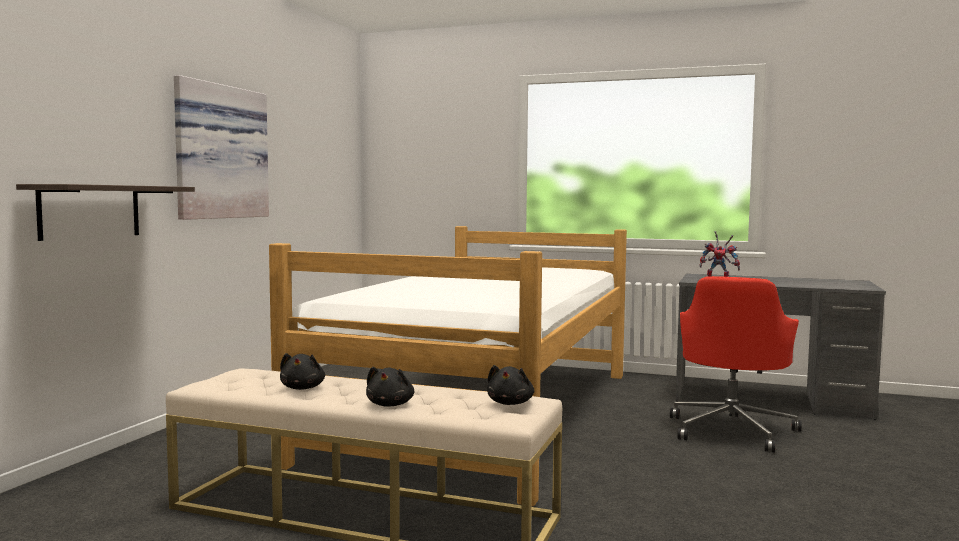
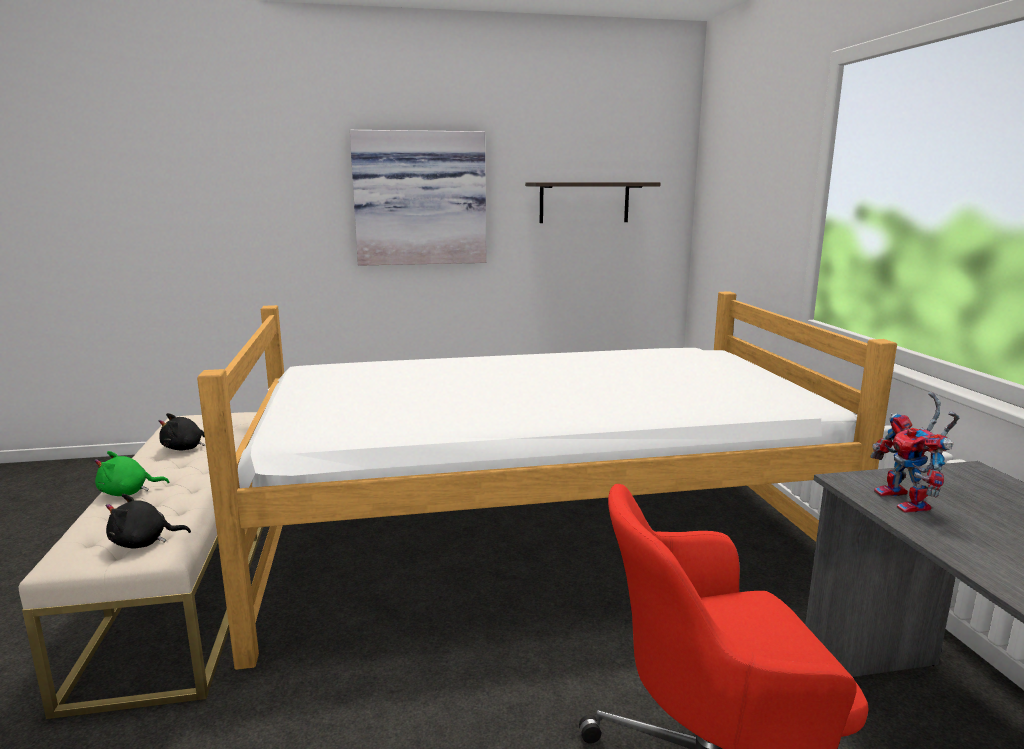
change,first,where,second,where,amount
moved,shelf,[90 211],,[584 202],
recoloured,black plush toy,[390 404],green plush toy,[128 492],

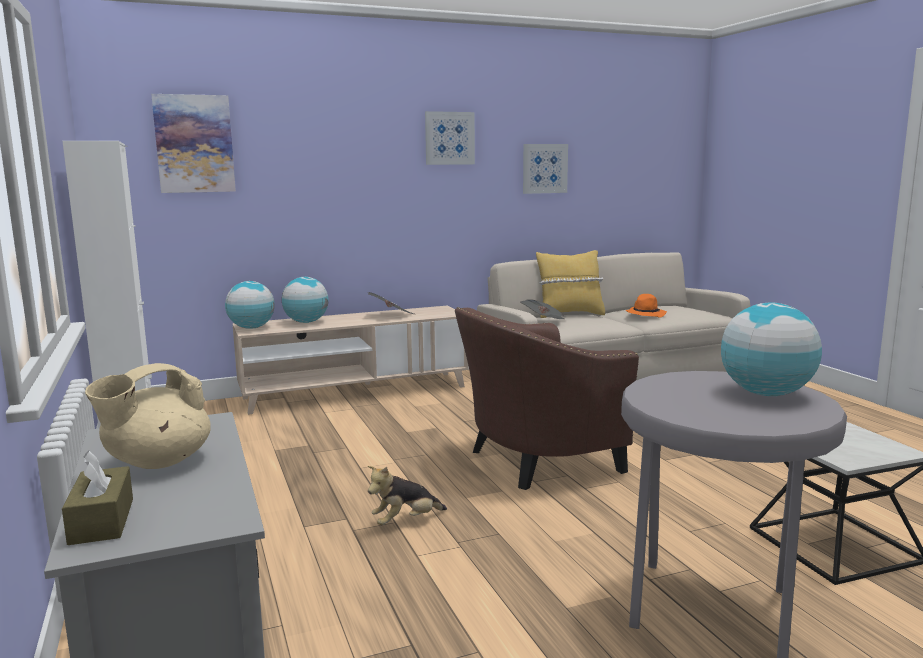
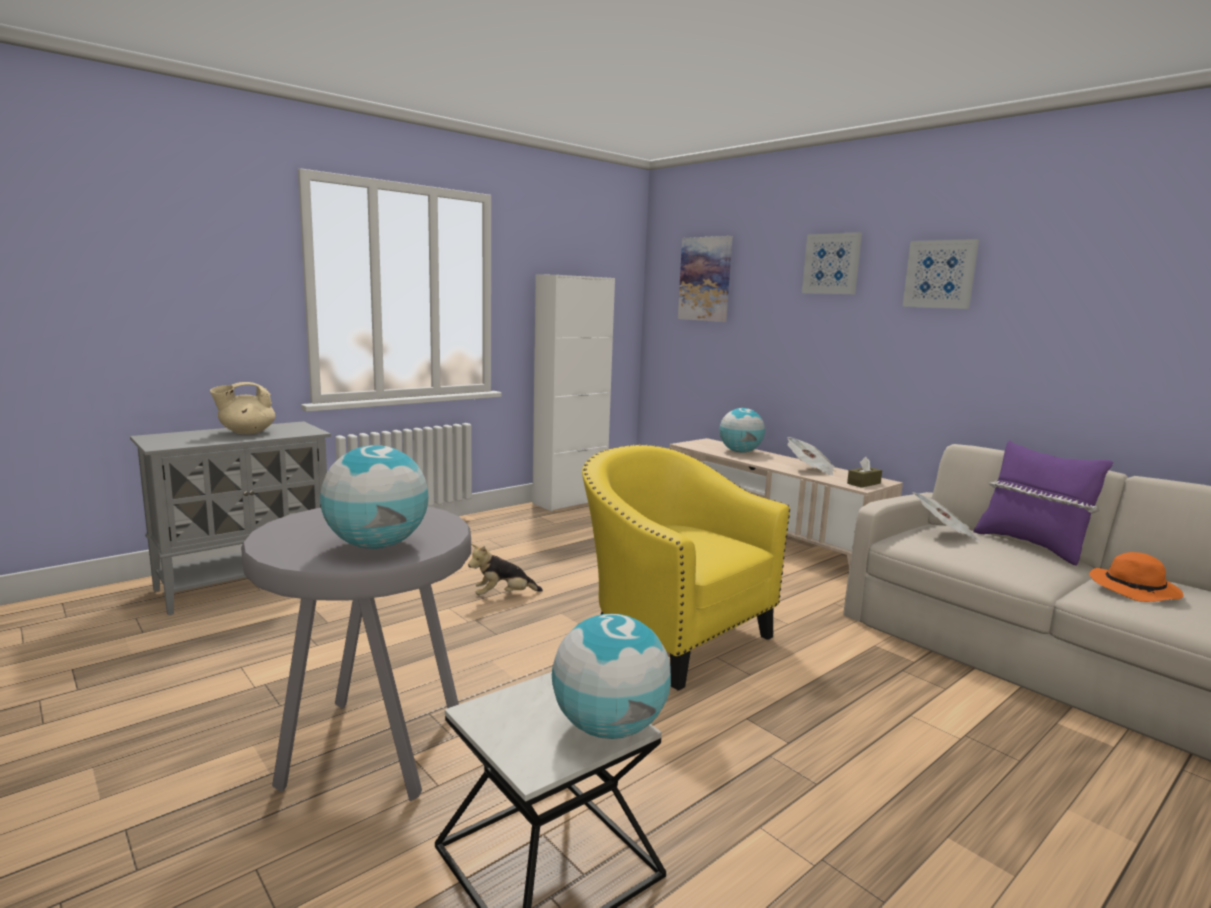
change,first,where,second,where,amount
moved,brown tissue box,[102 521],,[863 483],
moved,globe,[251 328],,[608 727],
moved,picture,[544 168],,[832 264],
recoloured,brown armchair,[535 461],yellow armchair,[670 636],
recoloured,yellow pillow,[569 314],purple pillow,[1031 546],
turned,beige teapot,[157 462],,[246 432],60 degrees counterclockwise
turned,plush toy,[405 521],,[503 596],60 degrees counterclockwise

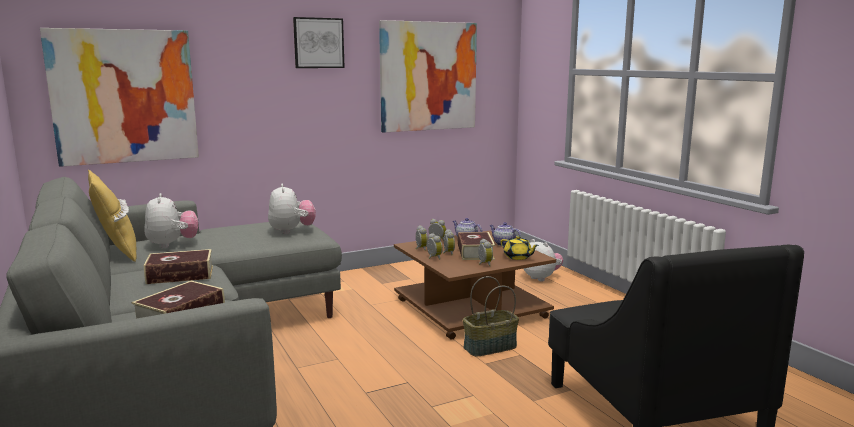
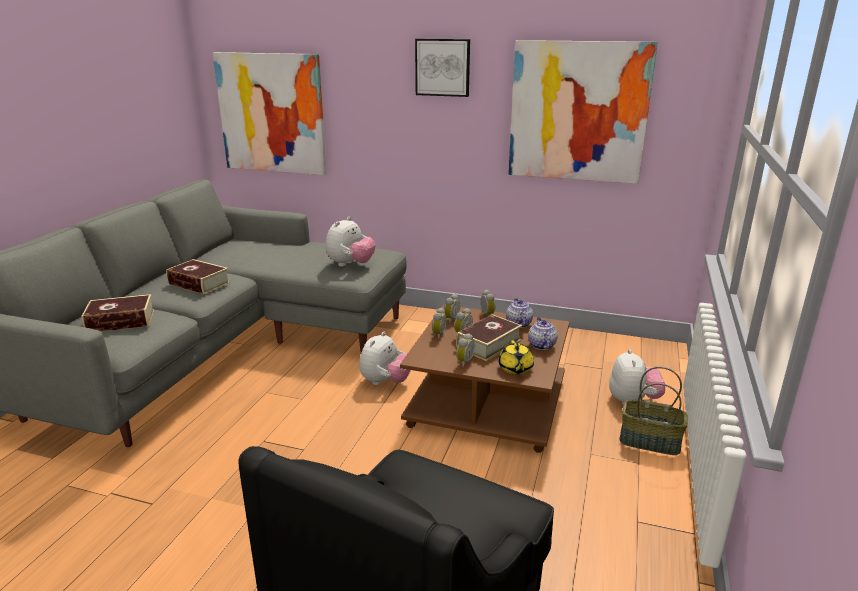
change,first,where,second,where,amount
removed,yellow pillow,[116 252],,,
moved,plush toy,[172 245],,[385 382],
moved,basket,[490 347],,[649 442],

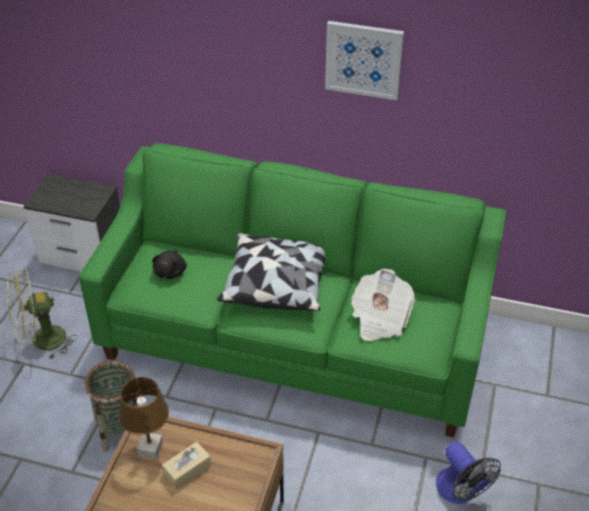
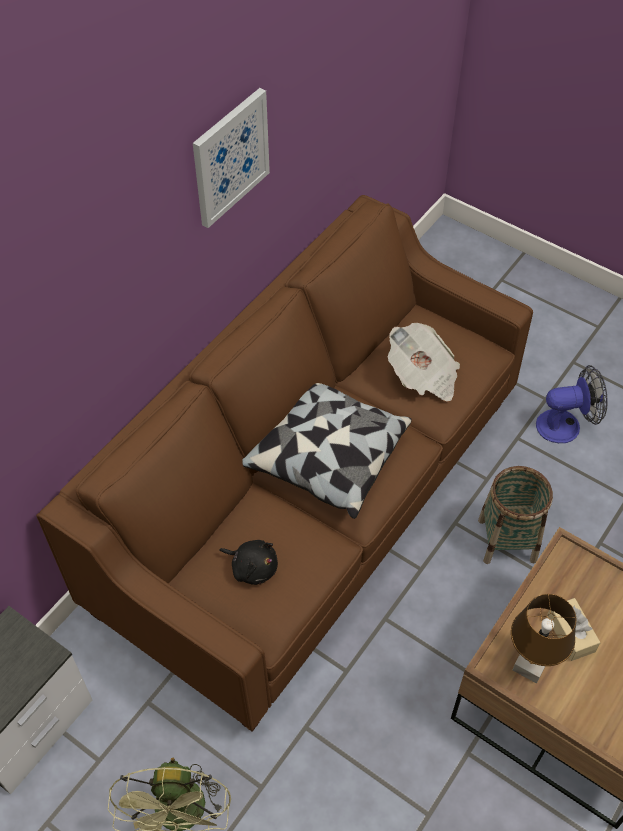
change,first,where,second,where,amount
moved,basket,[121 428],,[507 540],
recoloured,green sofa,[295 339],brown sofa,[311 502],

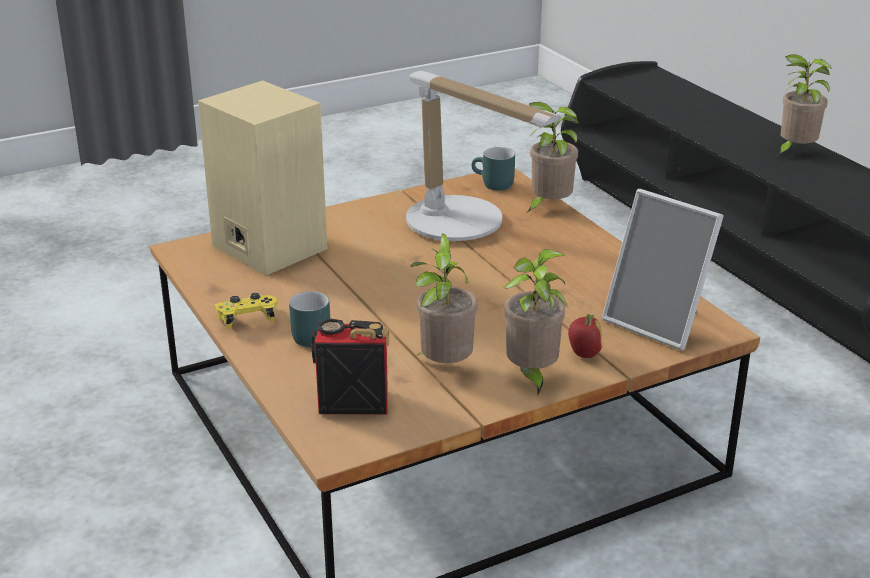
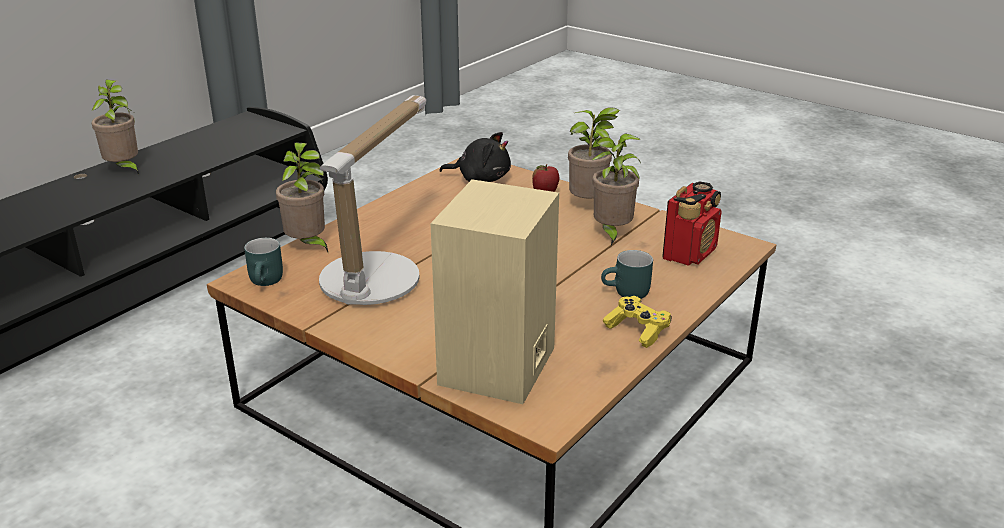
change,first,where,second,where,amount
replaced,picture frame,[659 323],black plush toy,[481 179],
turned,radio,[352 402],,[690 253],120 degrees counterclockwise

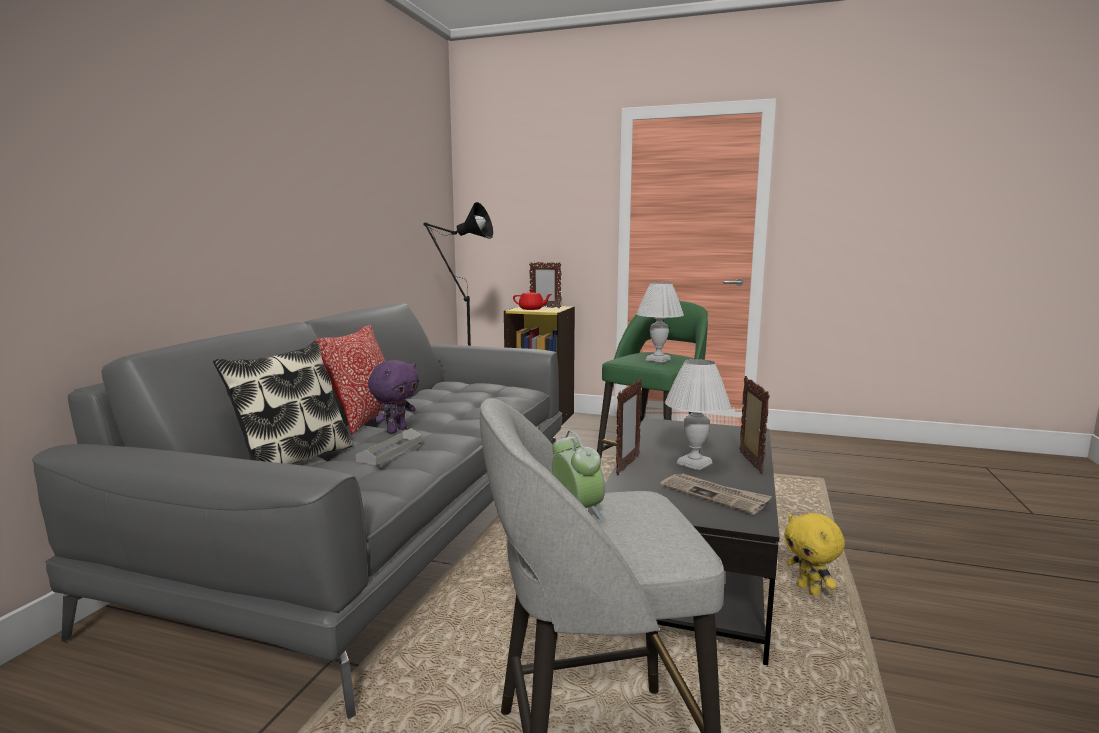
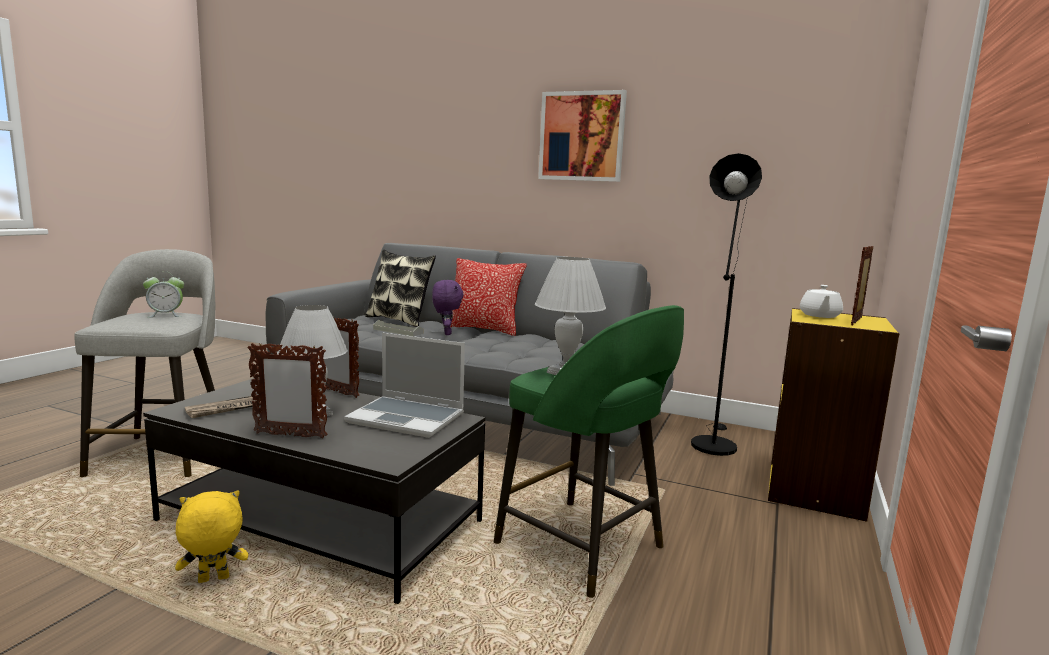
change,first,where,second,where,amount
added,,,laptop,[408 418],
added,,,picture,[582 136],
recoloured,red teapot,[532 309],white teapot,[819 316],
turned,purple plush toy,[396 430],,[446 333],135 degrees counterclockwise

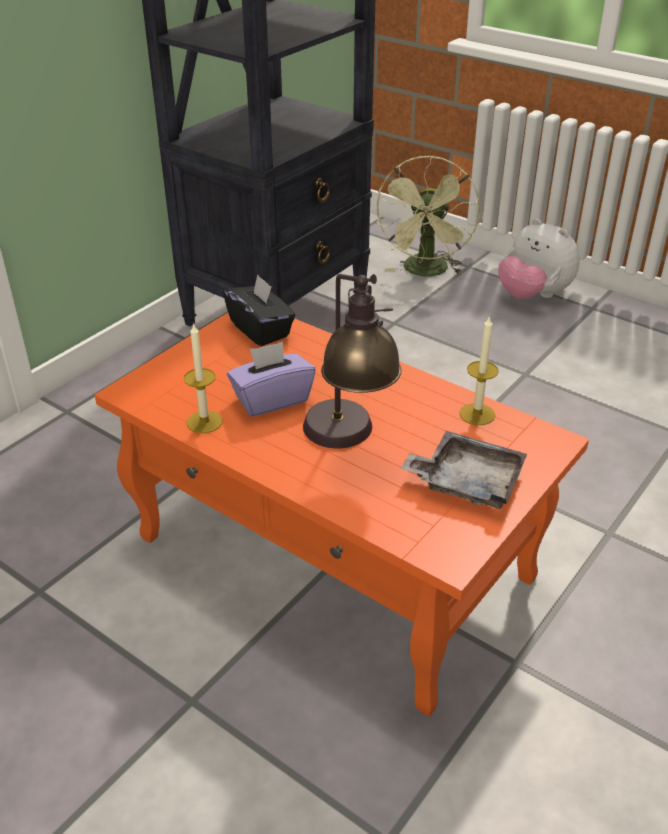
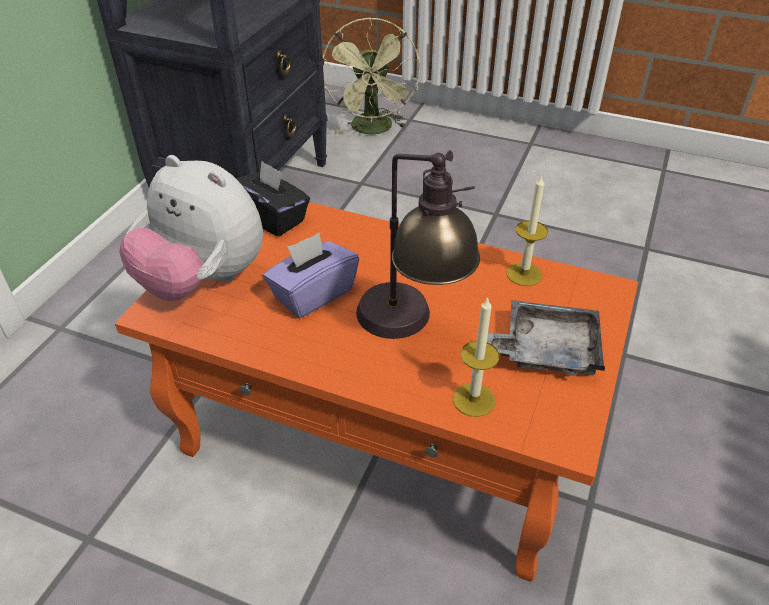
change,first,where,second,where,amount
moved,candle,[204 422],,[474 399],
moved,plush toy,[533 296],,[203 281],

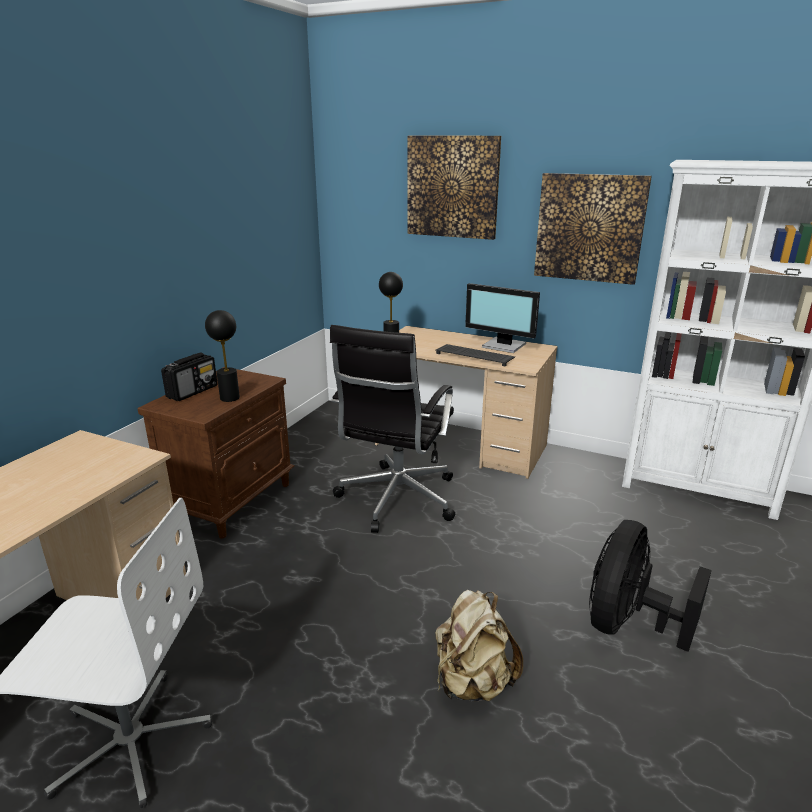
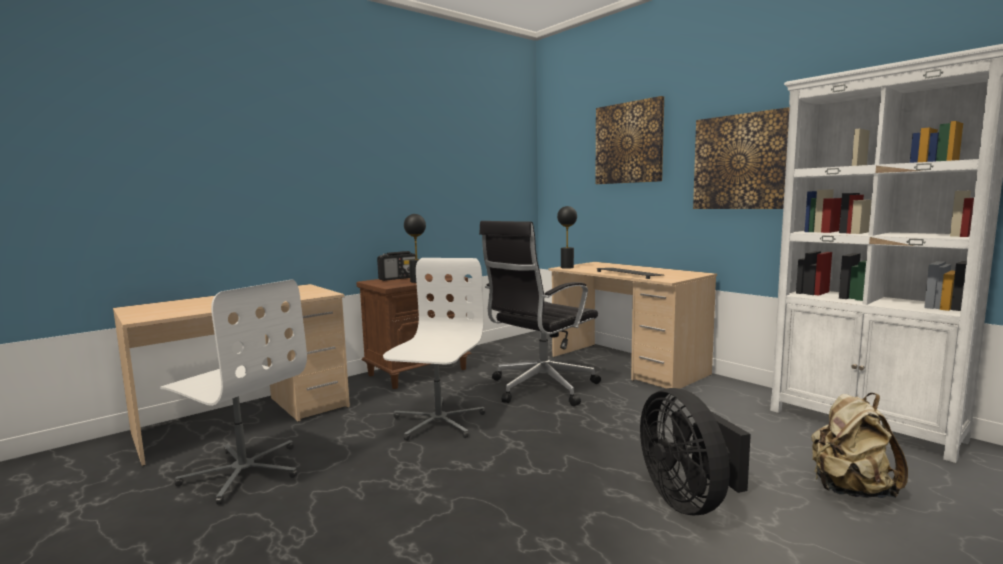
change,first,where,second,where,amount
removed,monitor,[503 346],,,
added,,,white office chair,[437 422],
moved,beige backpack,[472 682],,[850 490],
turned,black fan,[628 624],,[689 500],75 degrees counterclockwise

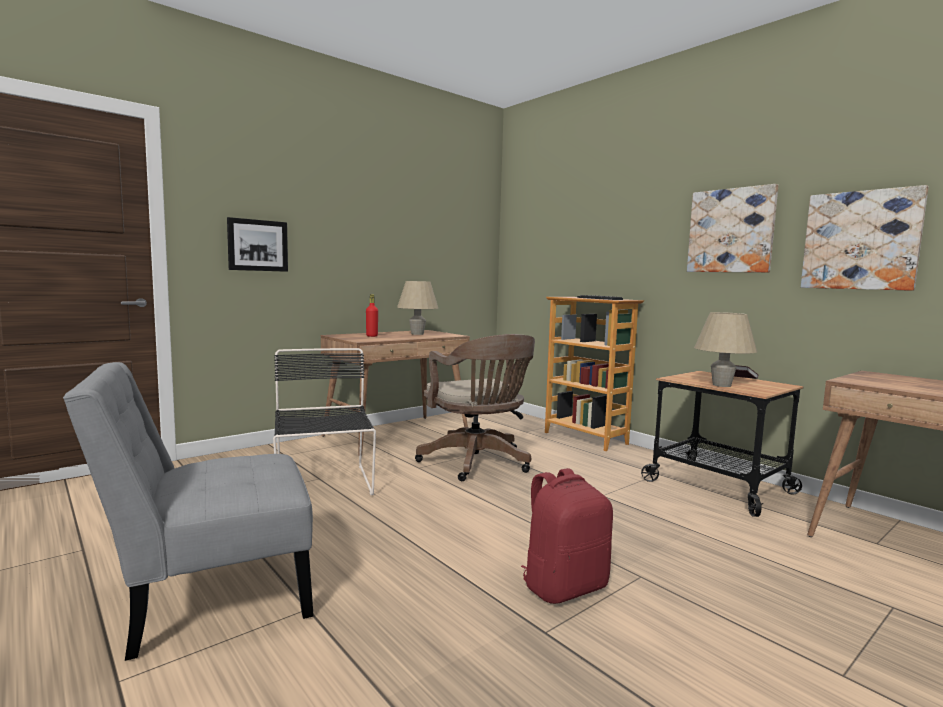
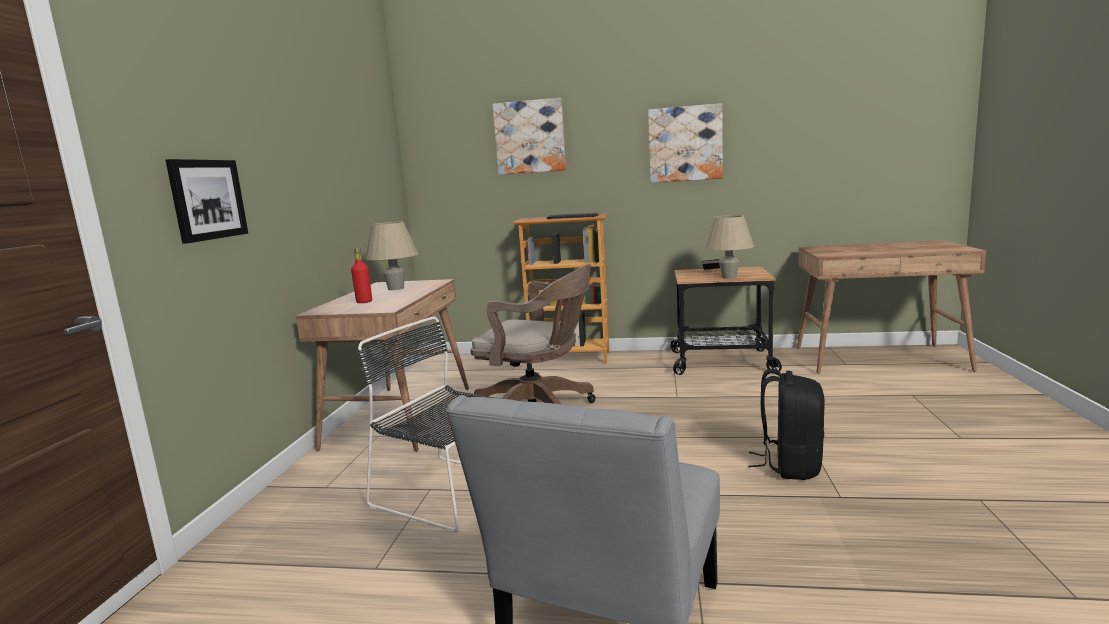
change,first,where,second,where,amount
moved,picture,[861 240],,[530 137],
recoloured,red backpack,[564 586],black backpack,[789 465],

